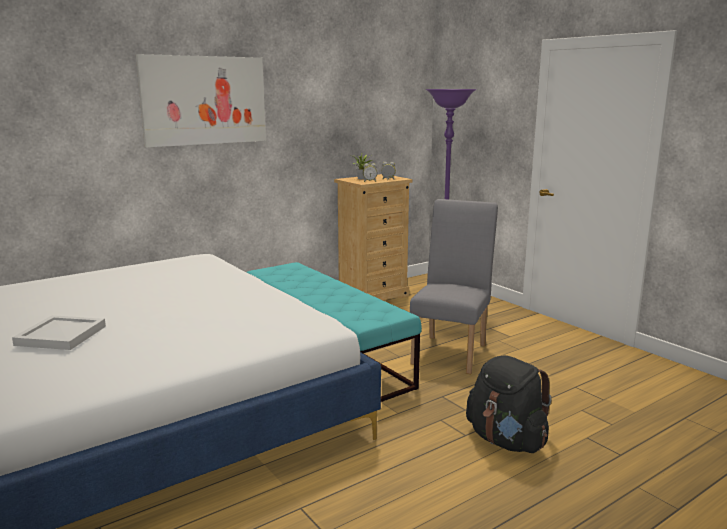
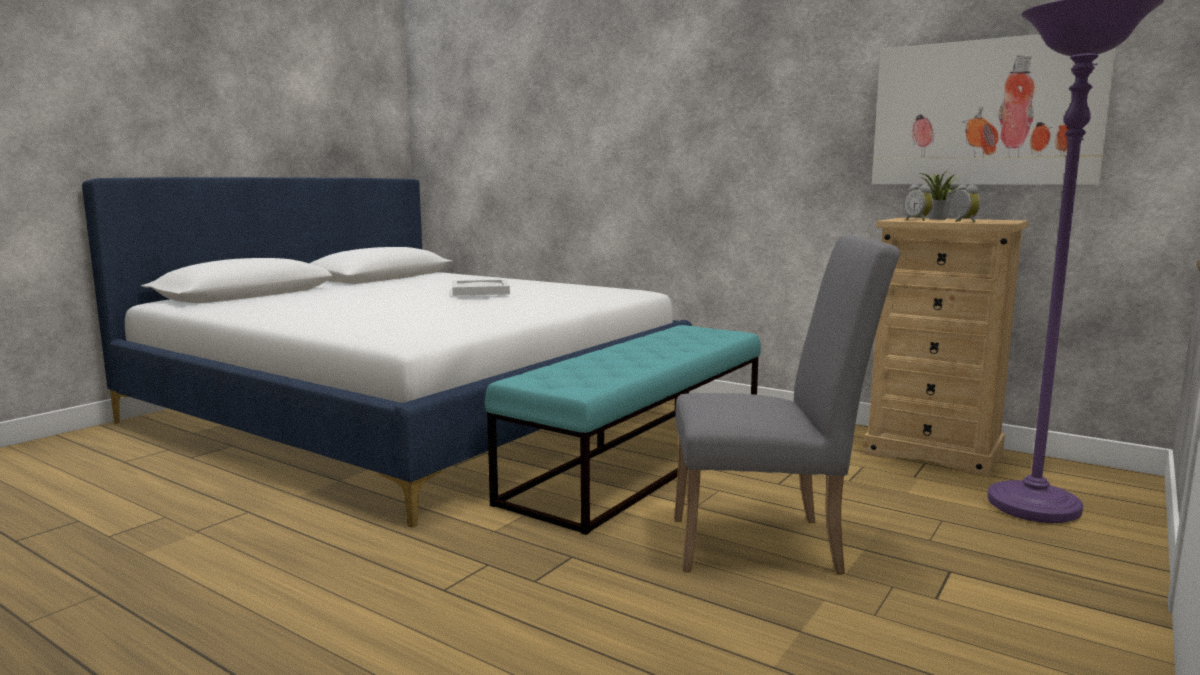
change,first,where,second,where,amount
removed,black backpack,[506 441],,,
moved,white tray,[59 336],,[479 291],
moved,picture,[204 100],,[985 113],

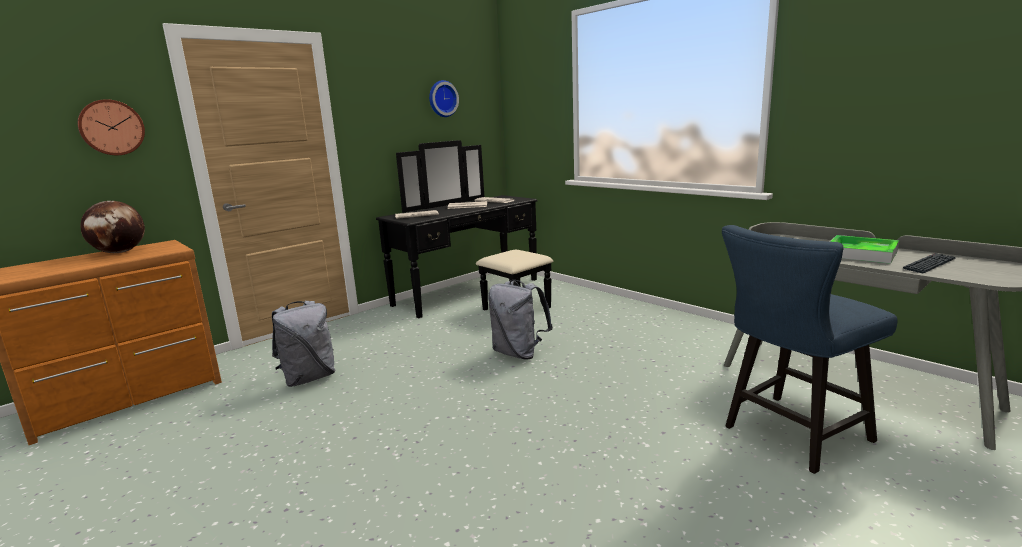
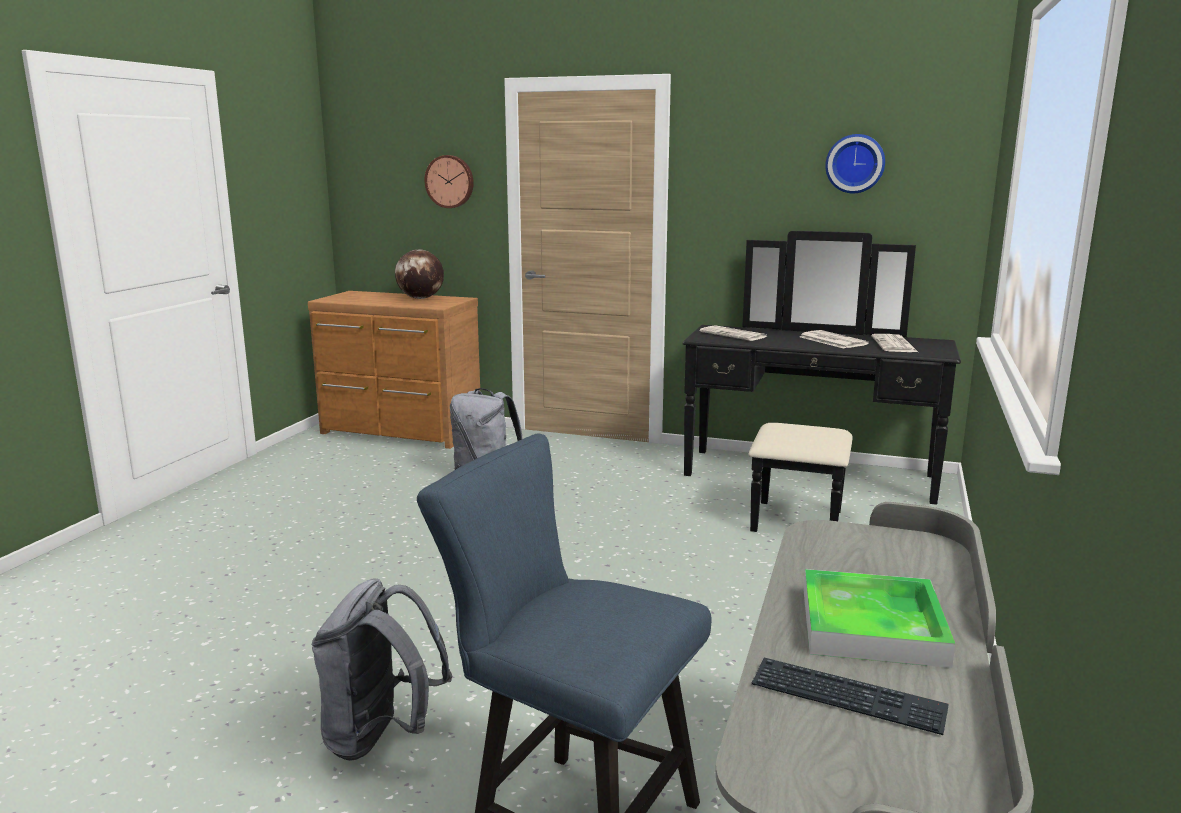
change,first,where,second,where,amount
moved,grey backpack,[519 353],,[381 737],

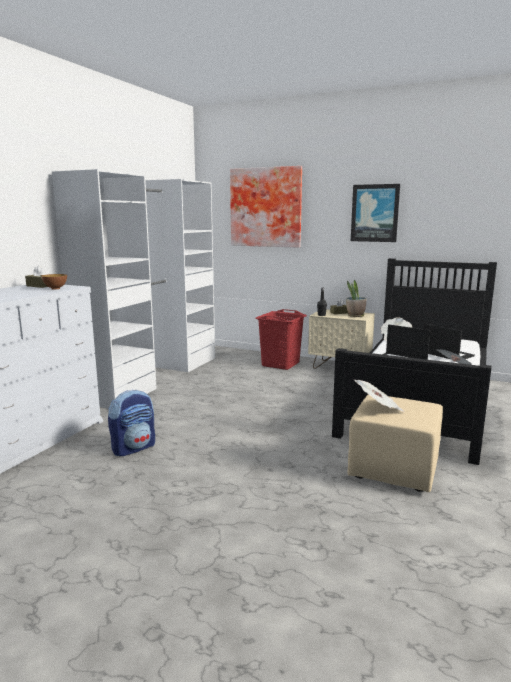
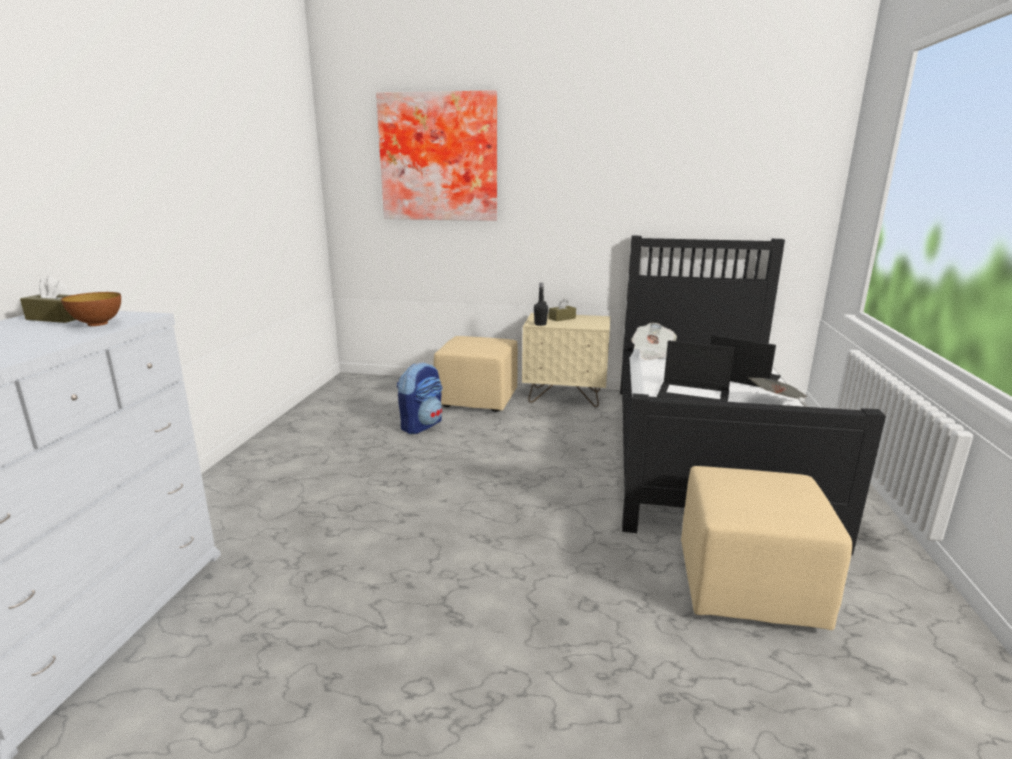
change,first,where,second,where,amount
removed,white wardrobe,[154 376],,,
removed,potted plant,[355 315],,,
removed,picture,[375 213],,,
removed,newspaper,[378 407],,,
moved,backpack,[134 448],,[421 425],
replaced,red laundry basket,[281 364],beige ottoman,[479 399],

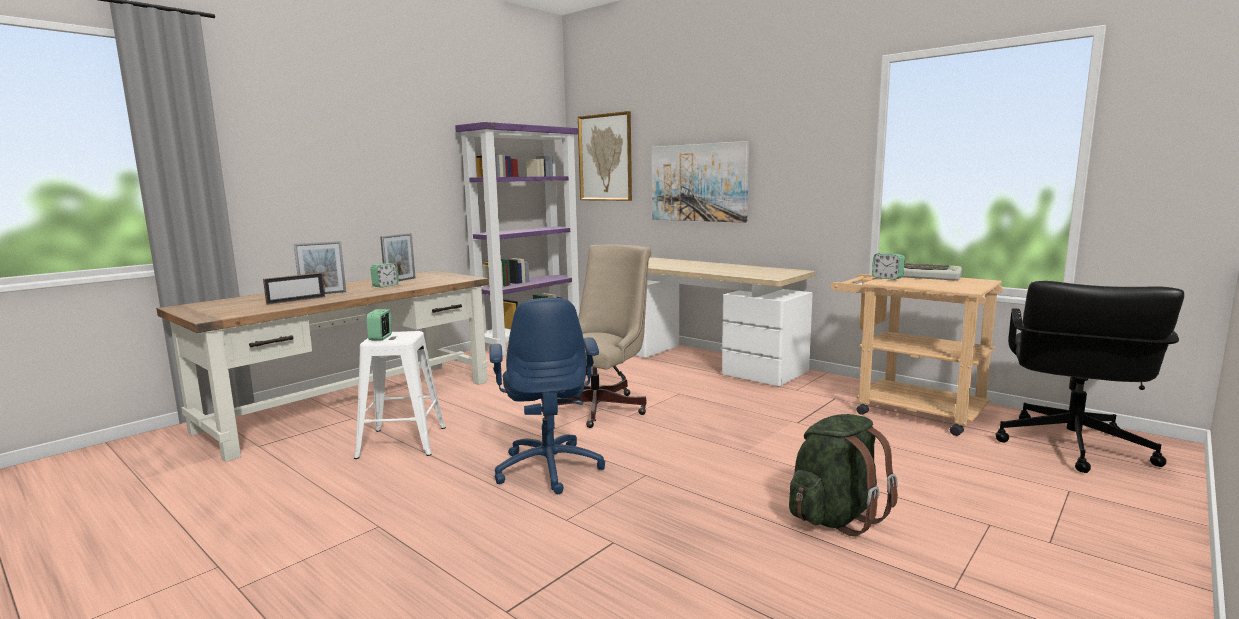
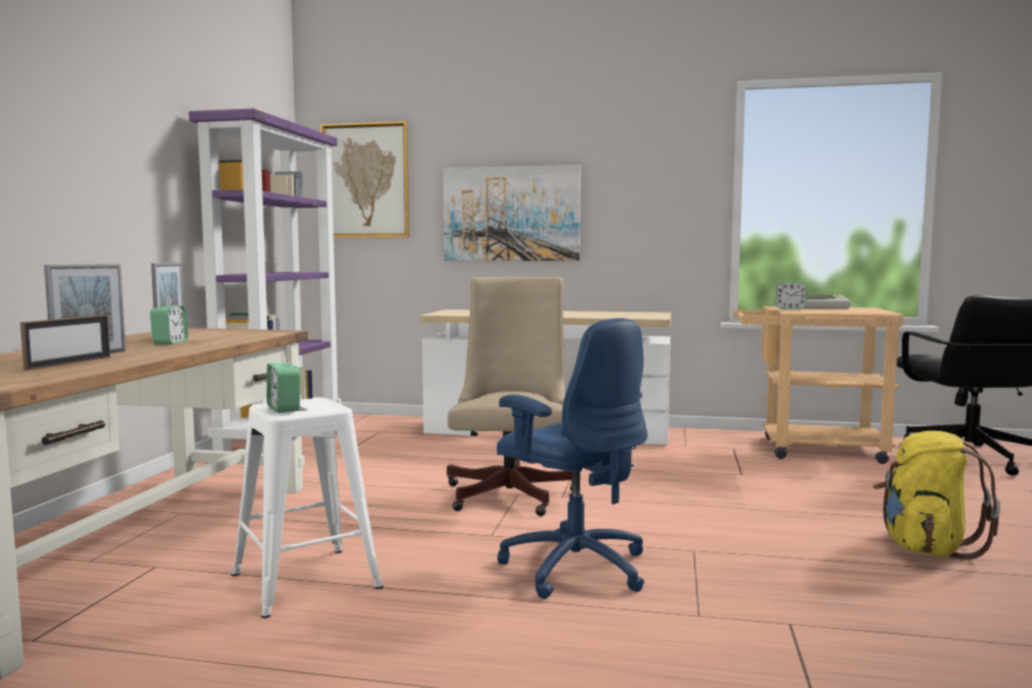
change,first,where,second,where,amount
recoloured,green backpack,[835 517],yellow backpack,[926 547],

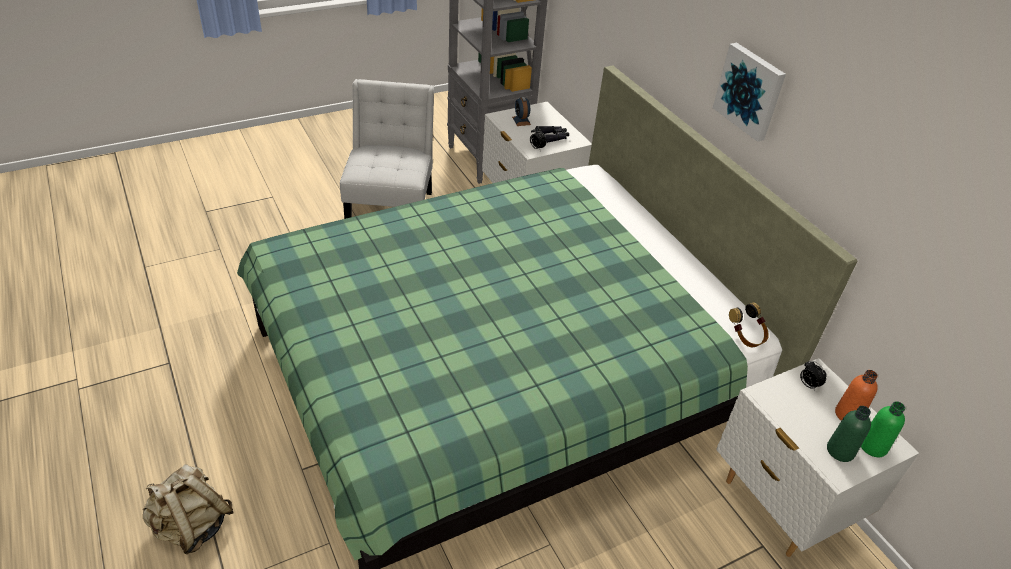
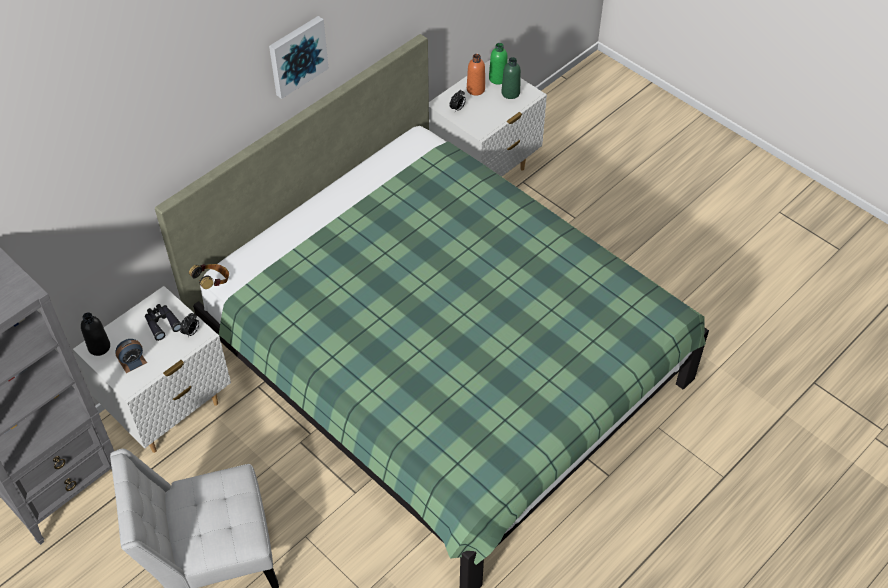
change,first,where,second,where,amount
removed,beige backpack,[192 526],,,
added,,,black bottle,[99 347],
moved,headphones,[746 336],,[213 282],

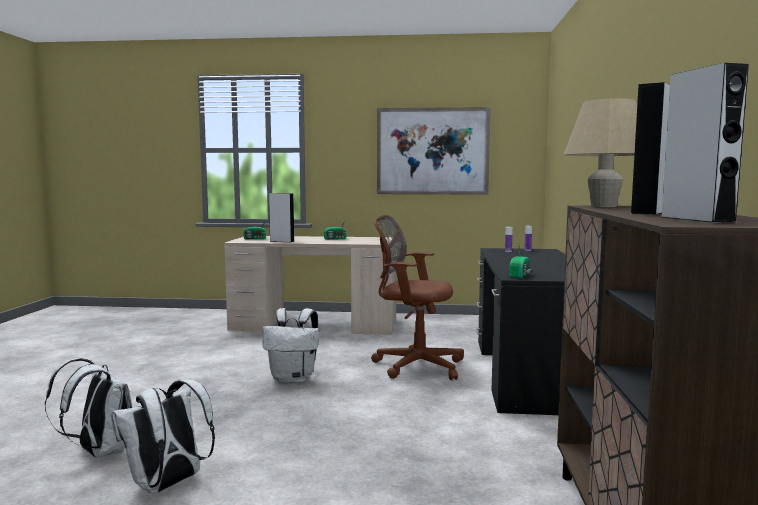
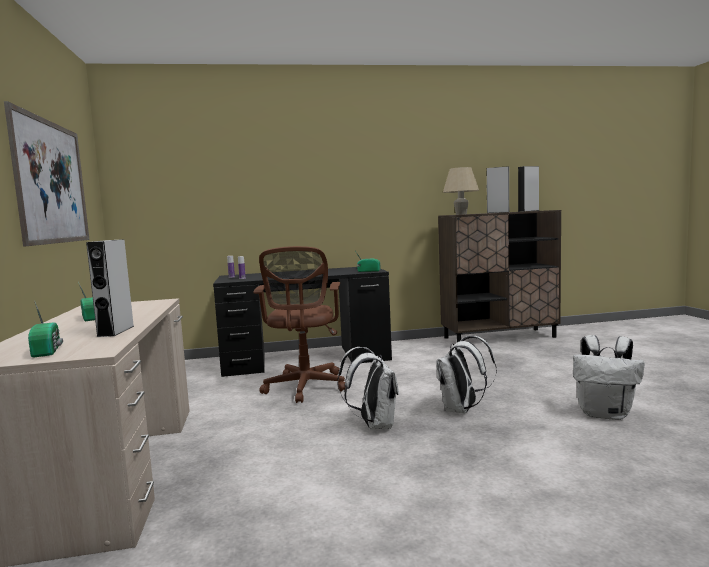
change,first,where,second,where,amount
moved,white backpack,[98 452],,[462 410],

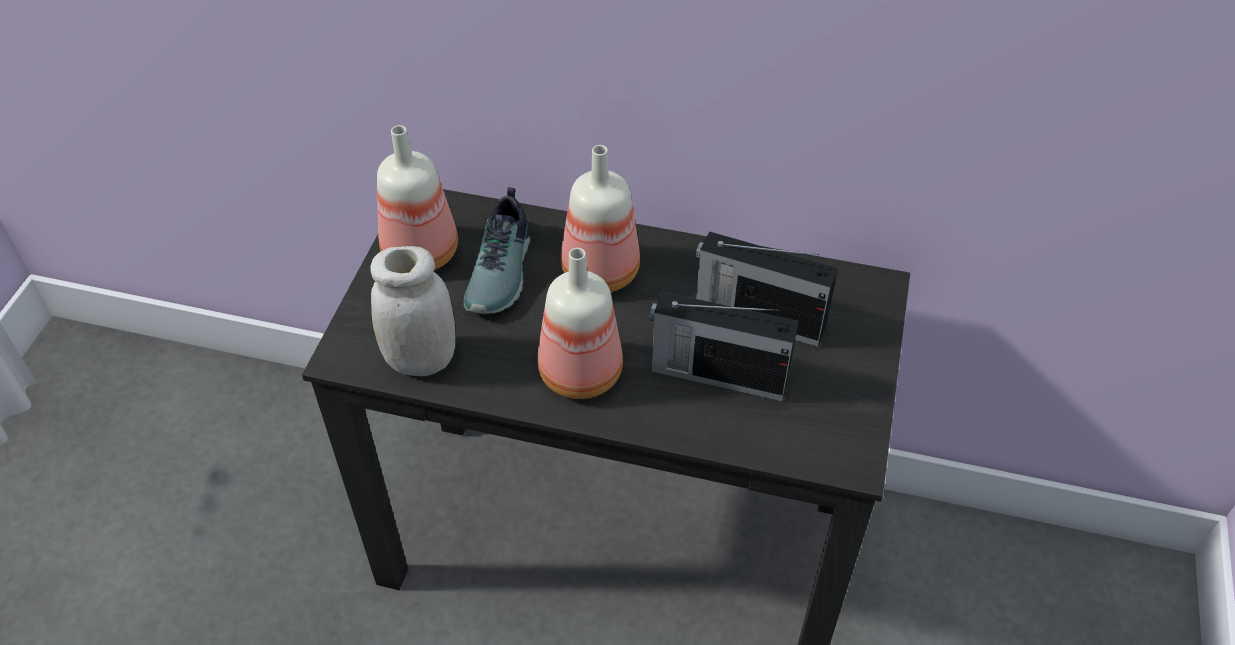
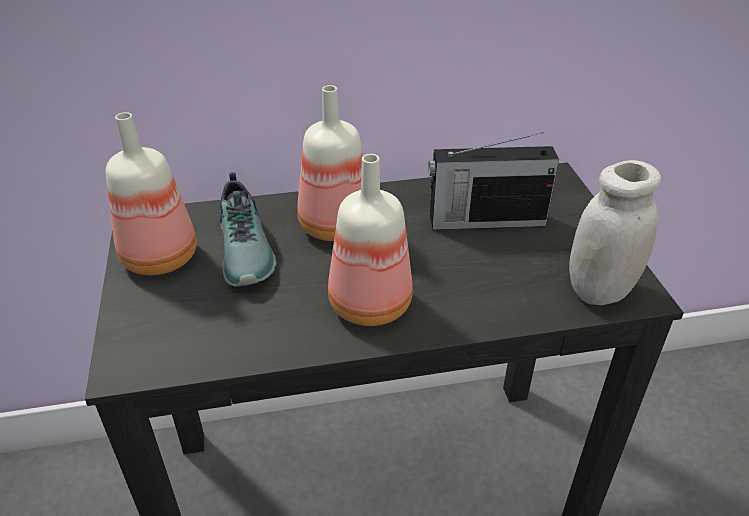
change,first,where,second,where,amount
removed,radio,[716 374],,,
moved,white jar,[421 360],,[600 290],

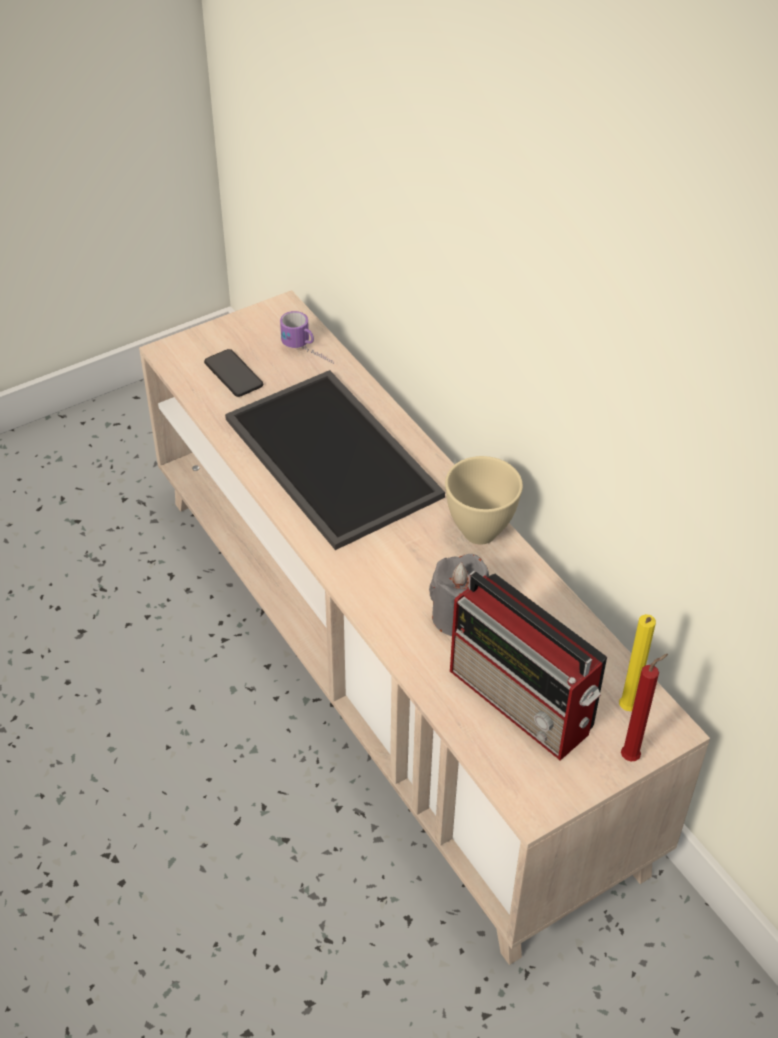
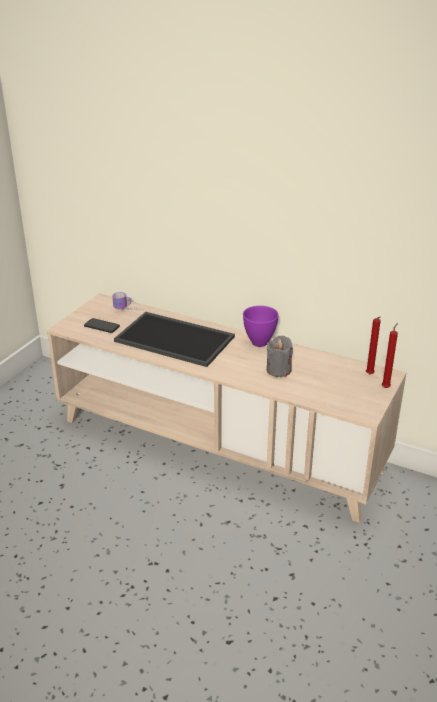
change,first,where,second,where,amount
removed,radio,[523 703],,,
recoloured,beige bowl,[479 530],purple bowl,[258 342],
recoloured,yellow candle,[626 710],red candle,[370 375],

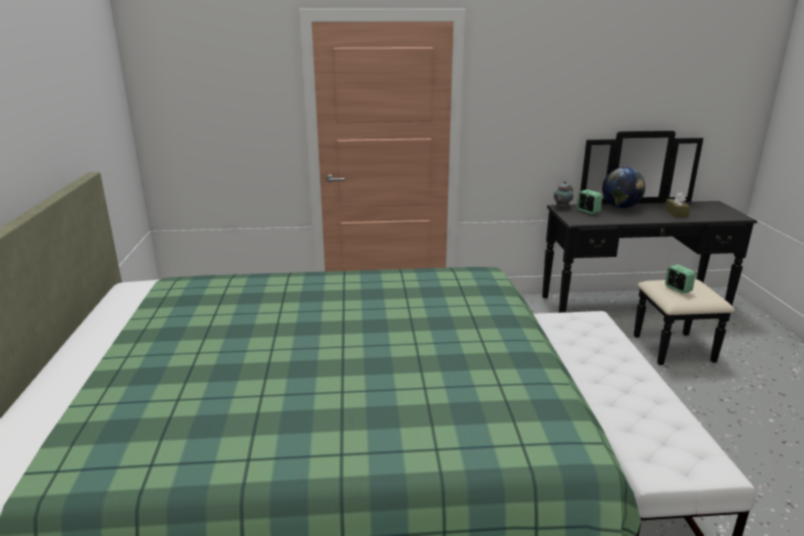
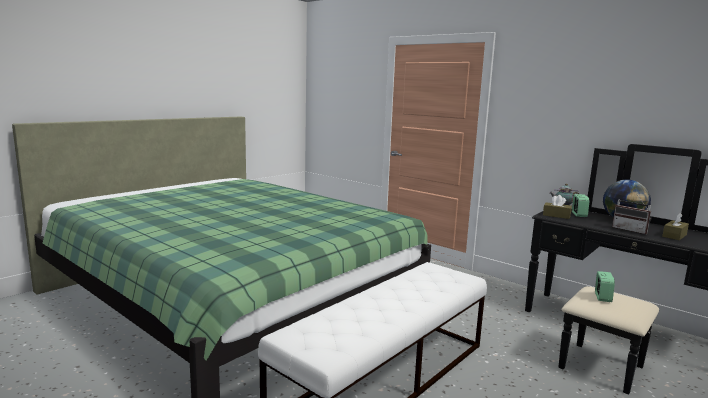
change,first,where,second,where,amount
added,,,brown tissue box,[556 215],
added,,,radio,[630 230],

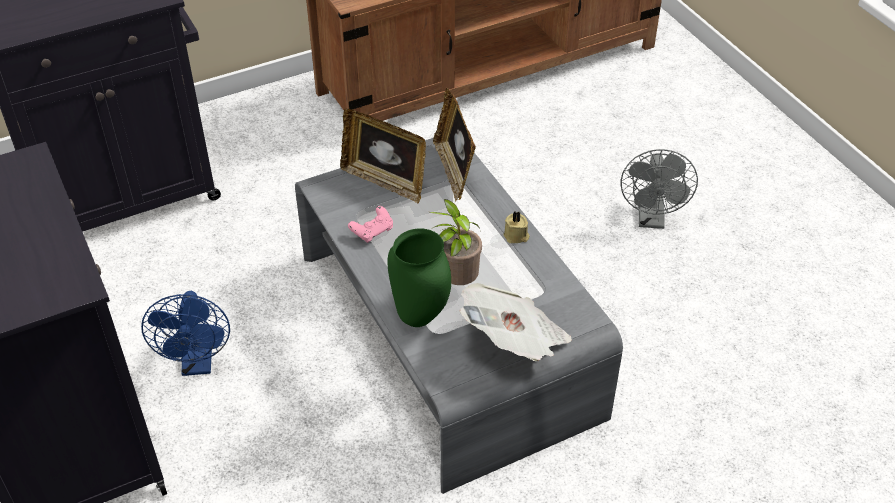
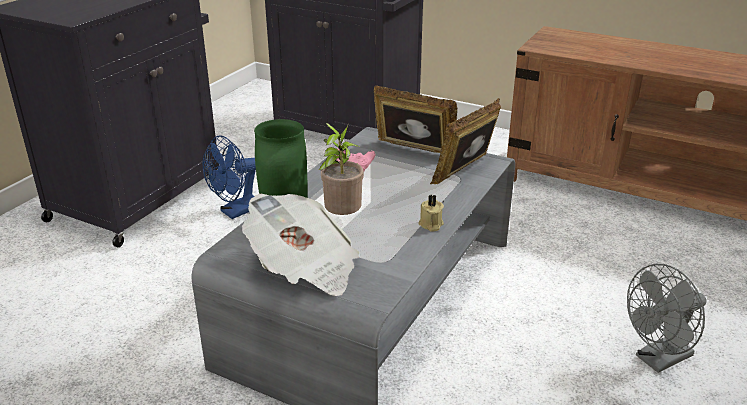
change,first,where,second,where,amount
turned,picture frame,[385 181],,[413 152],120 degrees clockwise

